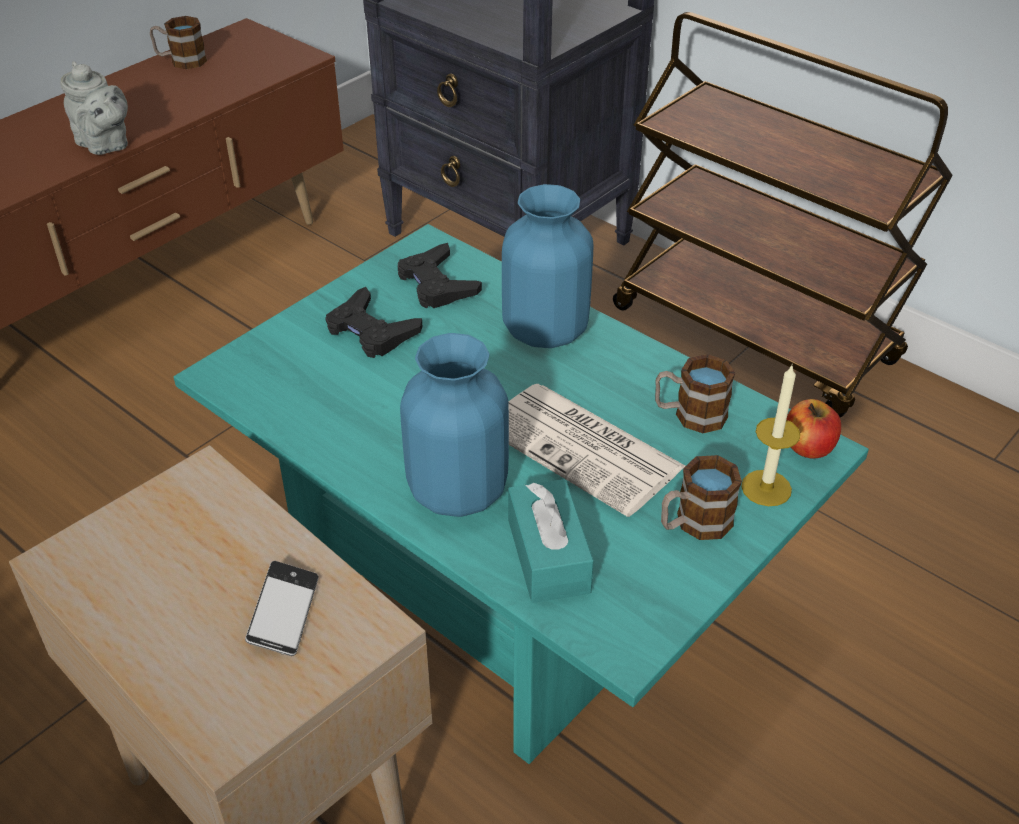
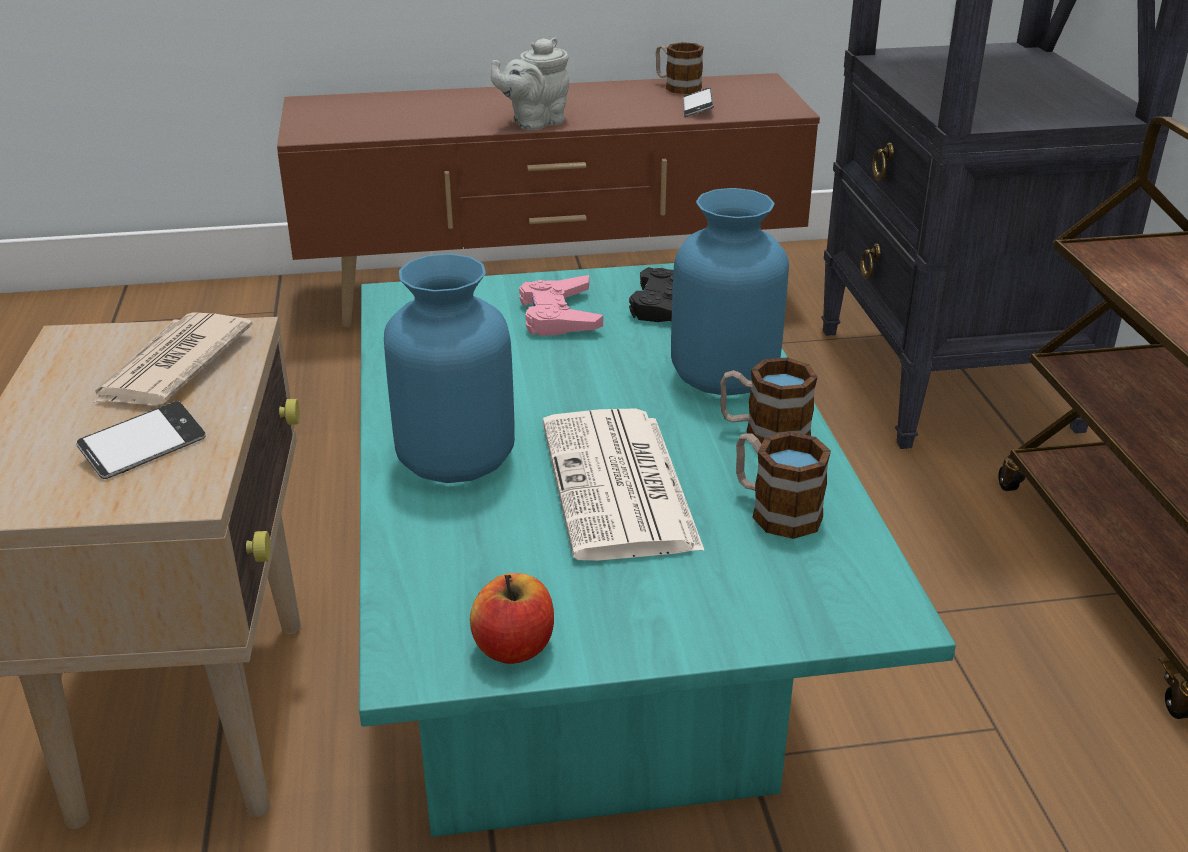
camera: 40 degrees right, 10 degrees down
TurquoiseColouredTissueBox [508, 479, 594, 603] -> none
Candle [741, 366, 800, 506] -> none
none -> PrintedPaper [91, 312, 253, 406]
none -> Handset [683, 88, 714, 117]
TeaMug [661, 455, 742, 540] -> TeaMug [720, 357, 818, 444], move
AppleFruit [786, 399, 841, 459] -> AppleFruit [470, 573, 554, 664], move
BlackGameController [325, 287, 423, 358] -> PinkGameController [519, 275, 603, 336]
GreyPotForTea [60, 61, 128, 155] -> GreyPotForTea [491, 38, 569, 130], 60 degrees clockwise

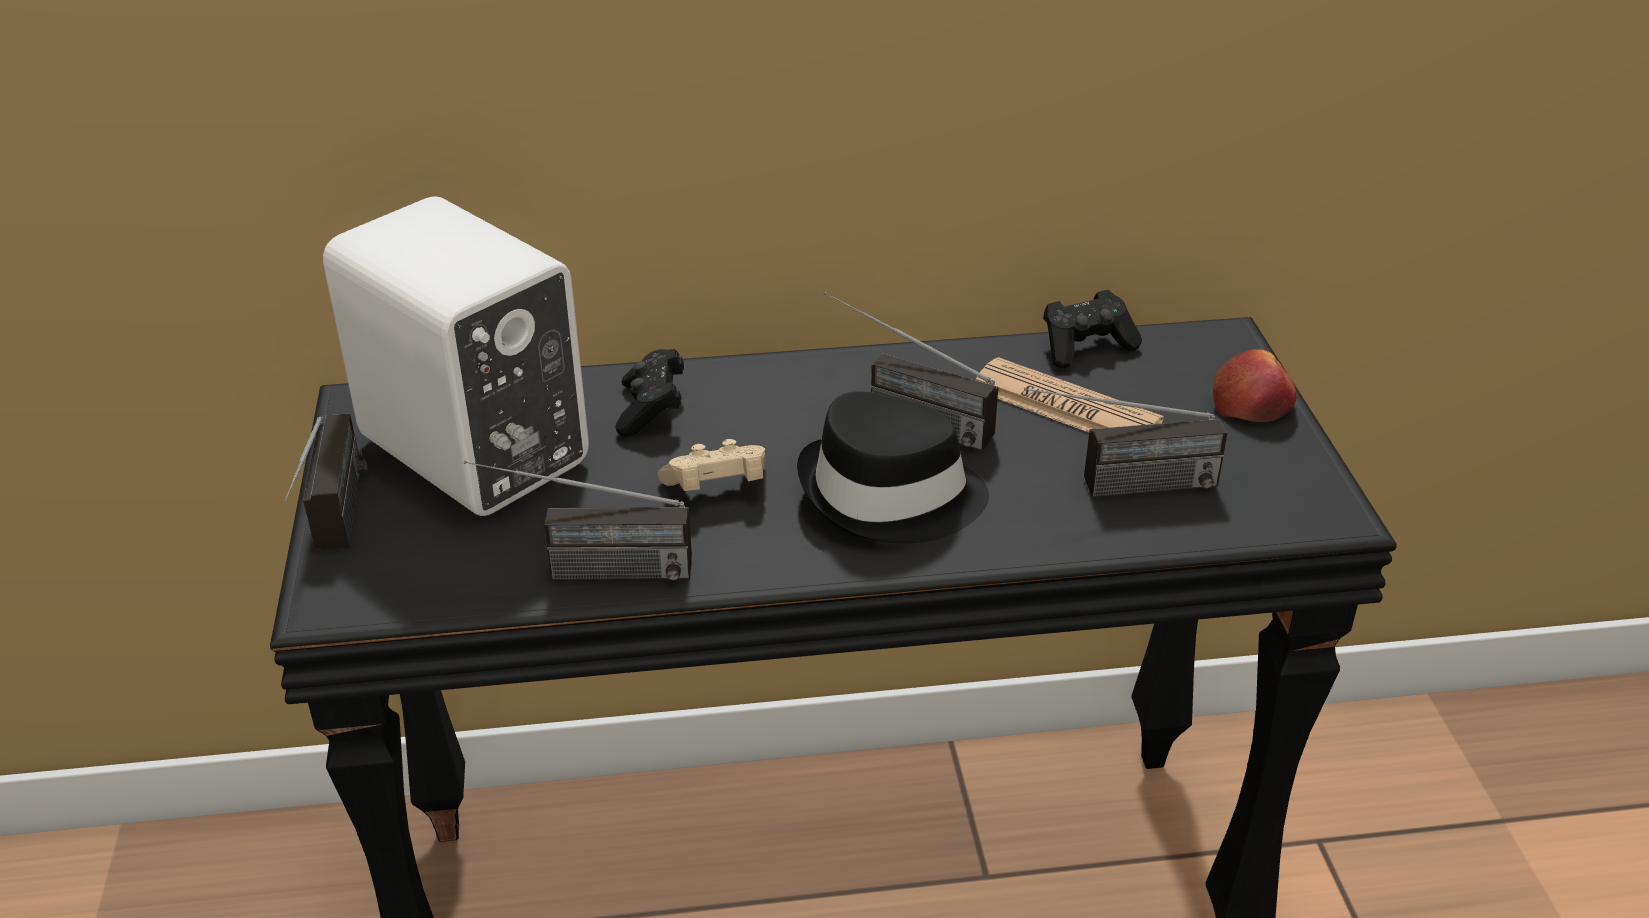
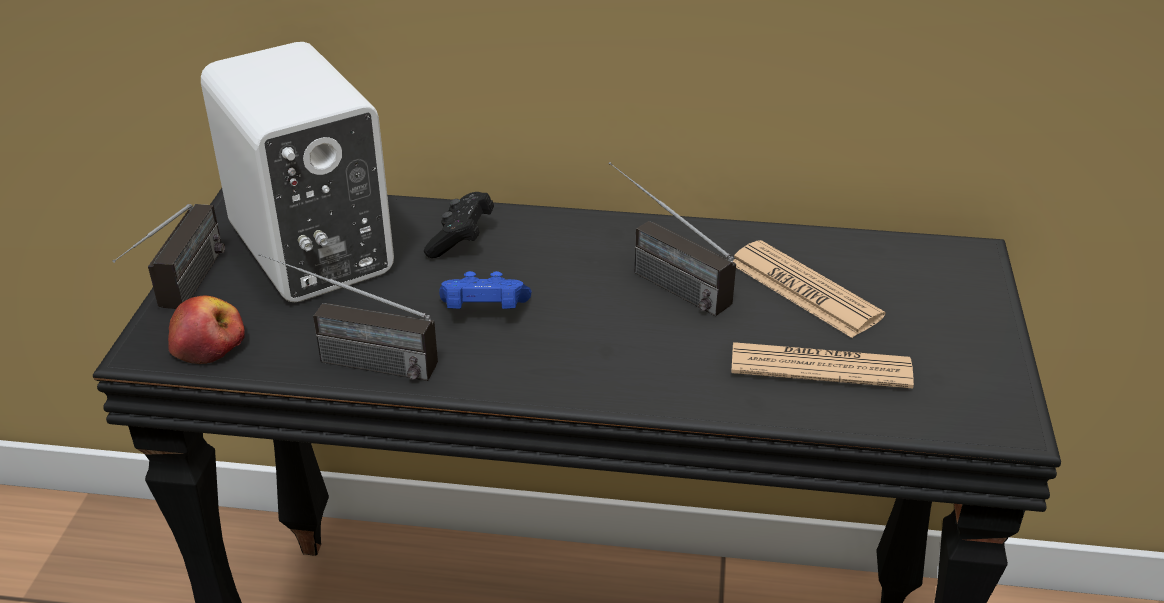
camera: 15 degrees right, 0 degrees up
BlackHat [797, 391, 989, 544] -> none
BlackGameController [1043, 290, 1142, 368] -> none
AppleFruit [1213, 349, 1297, 422] -> AppleFruit [168, 295, 245, 364], move
RadioReceiver [1024, 388, 1227, 497] -> PrintedPaper [731, 342, 914, 388]
BeigeColouredGameController [658, 439, 766, 491] -> BlueGameController [439, 271, 532, 309]

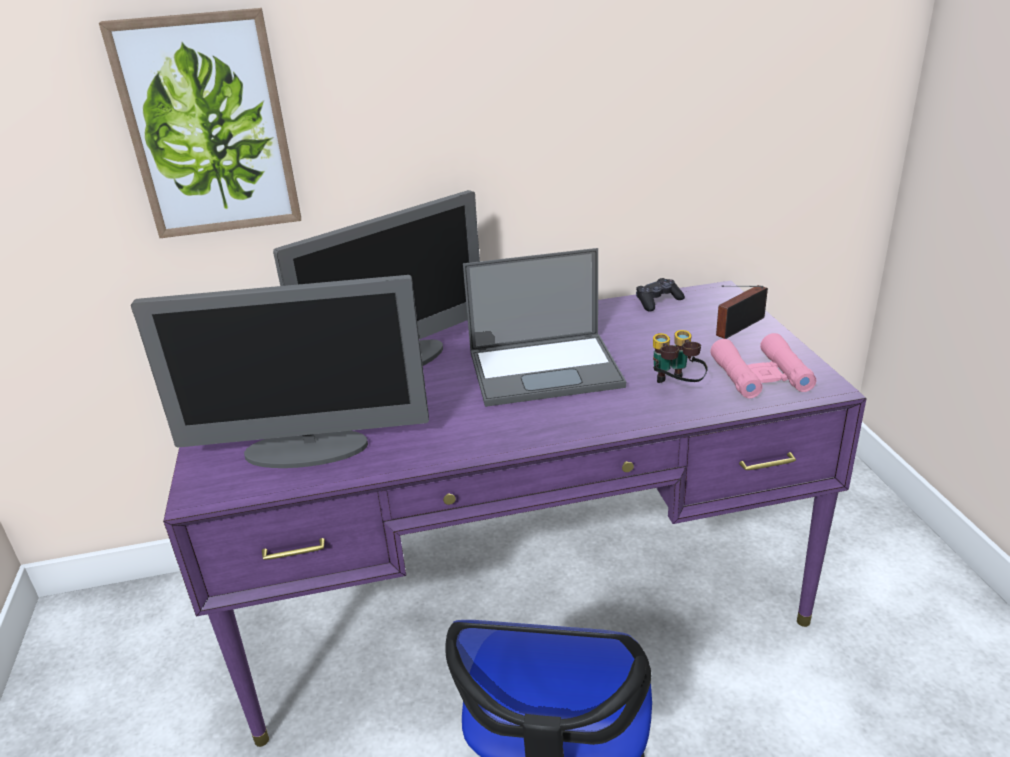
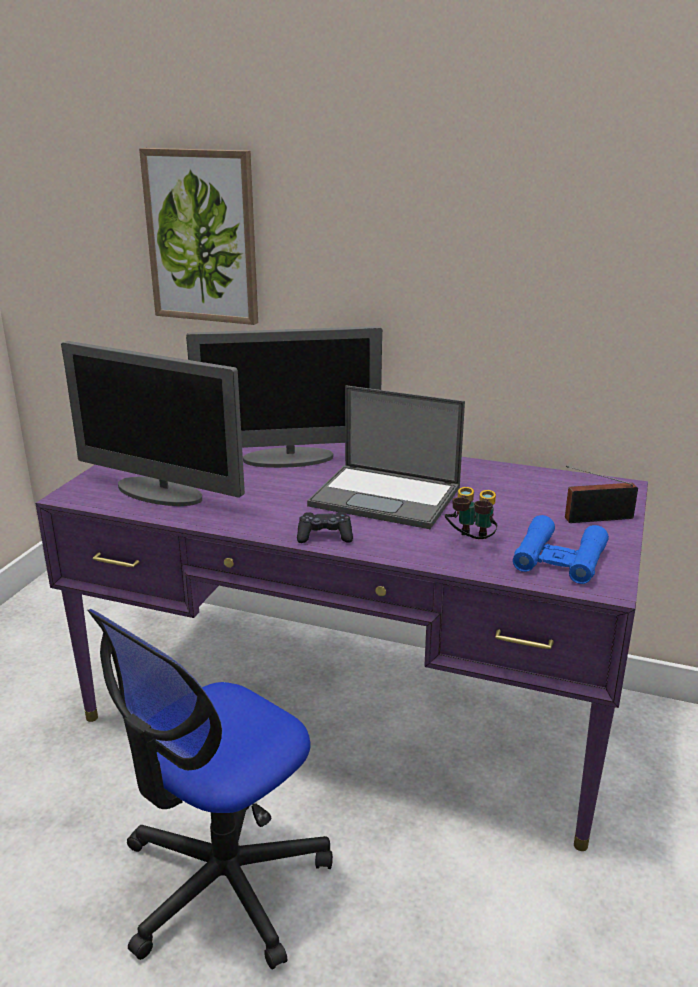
camera: 30 degrees right, 5 degrees down
BlackGameController [636, 278, 685, 312] -> BlackGameController [297, 512, 353, 543], move
PinkFieldGlasses [710, 333, 816, 398] -> BlueFieldGlasses [513, 515, 609, 584]

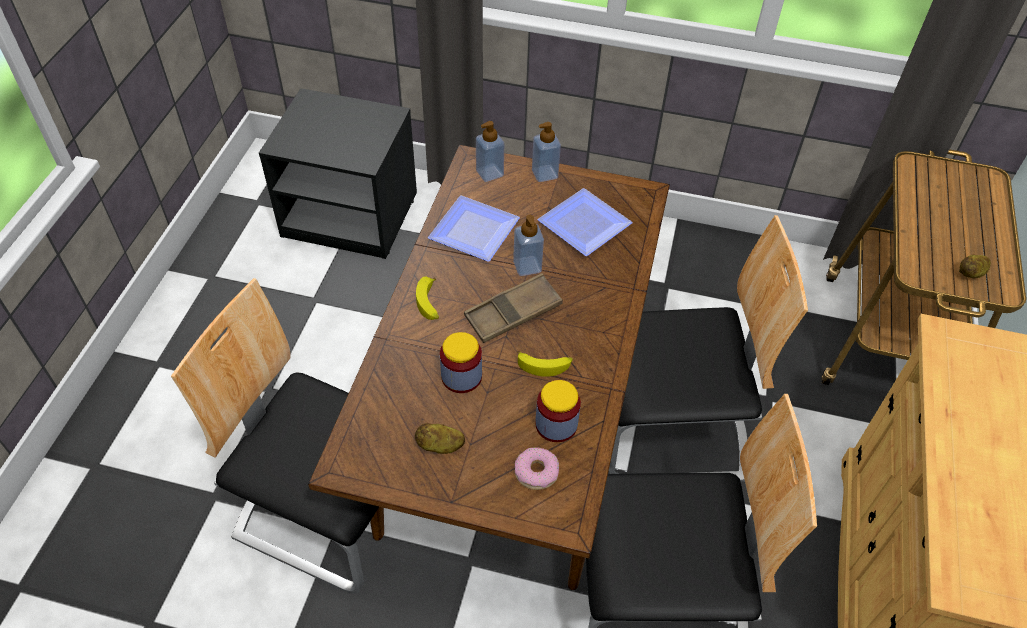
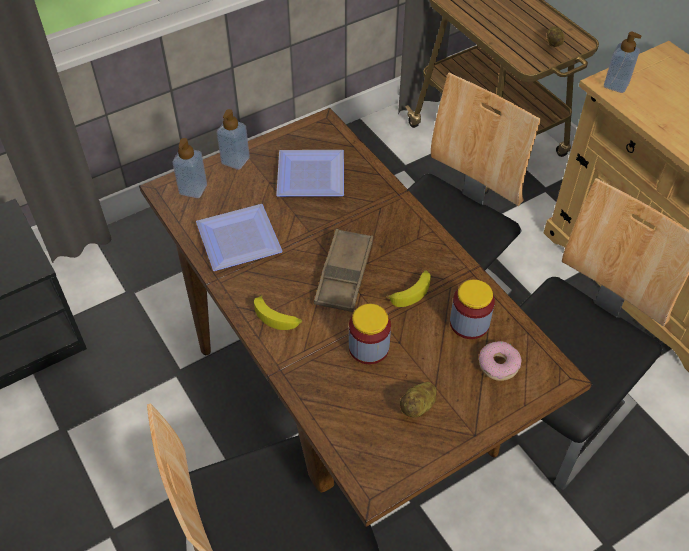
camera: 45 degrees left, 0 degrees up
LiquidSoapBottle [513, 215, 544, 276] -> LiquidSoapBottle [604, 32, 642, 93], move

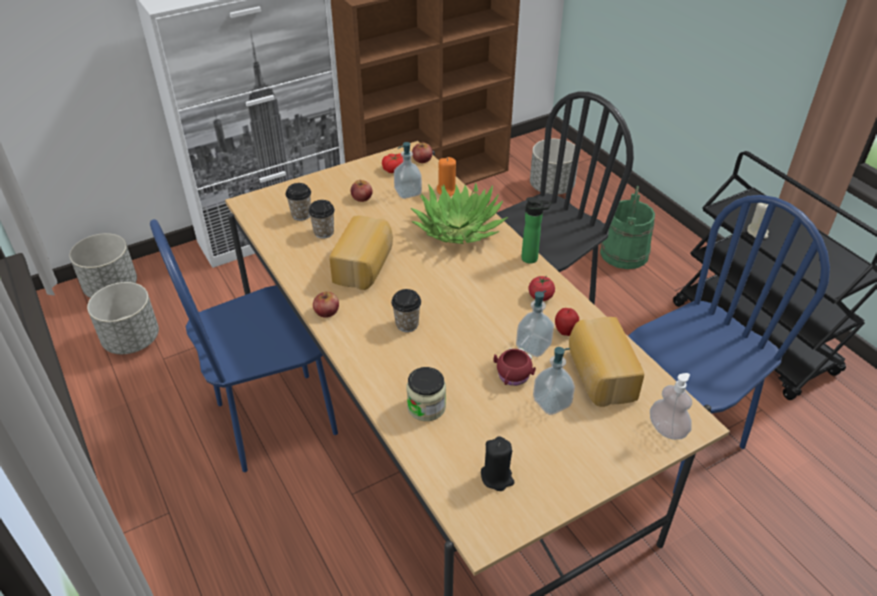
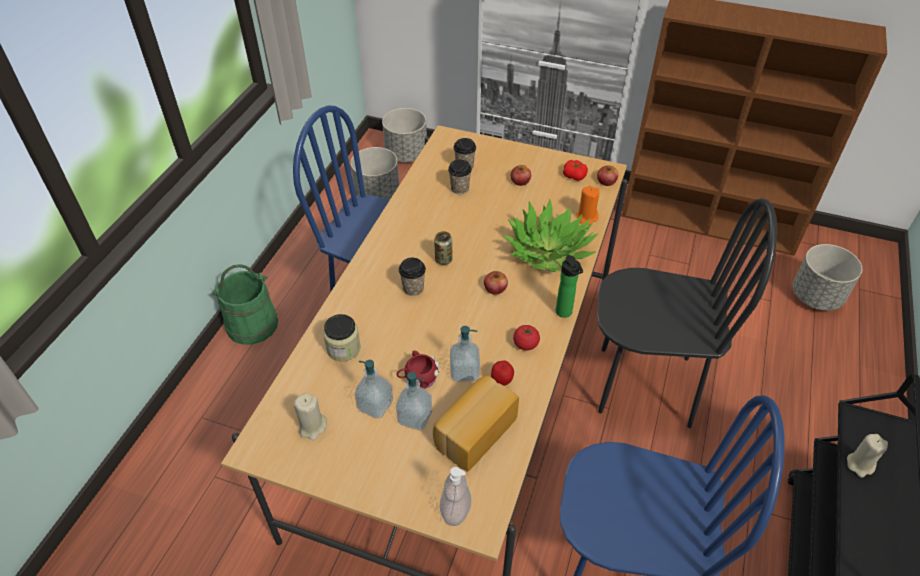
camera: 50 degrees right, 5 degrees up
Bread [329, 215, 393, 290] -> none
none -> SealedCan [434, 231, 453, 265]
AppleFruit [313, 292, 339, 318] -> AppleFruit [484, 271, 508, 295], move
LiquidSoapBottle [394, 142, 422, 199] -> LiquidSoapBottle [355, 360, 393, 418], move
GreenColouredBucket [600, 186, 655, 269] -> GreenColouredBucket [211, 264, 278, 345], move
BlackCandle [481, 436, 514, 491] -> BeigeColouredCandle [294, 393, 327, 440]

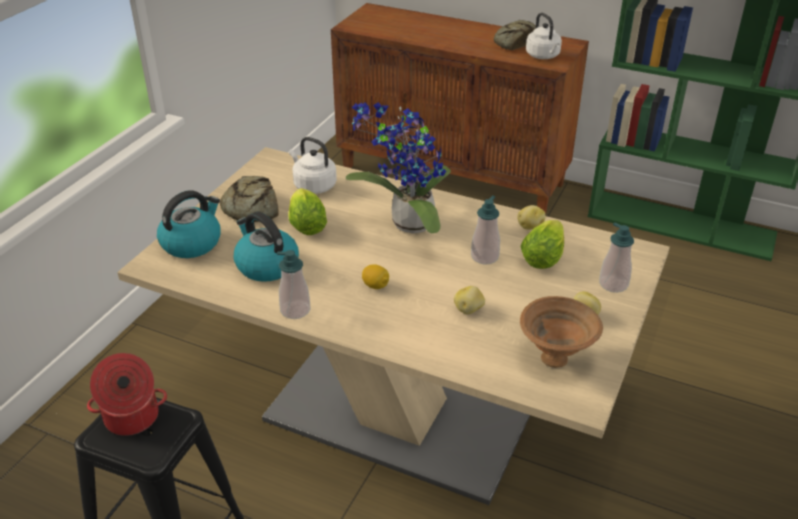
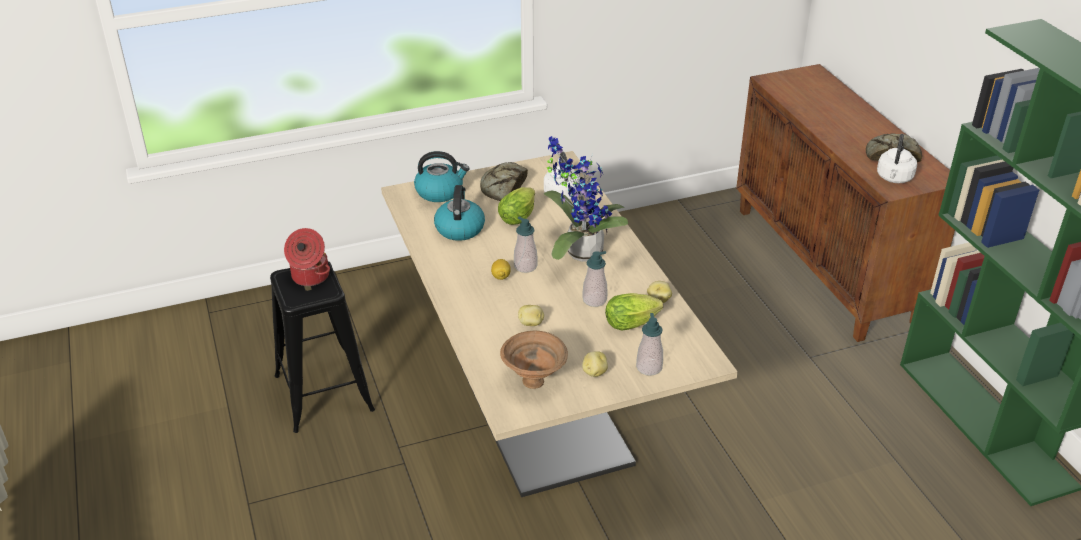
camera: 45 degrees right, 0 degrees up
LiquidSoapBottle [277, 250, 311, 319] -> LiquidSoapBottle [514, 216, 538, 273], move

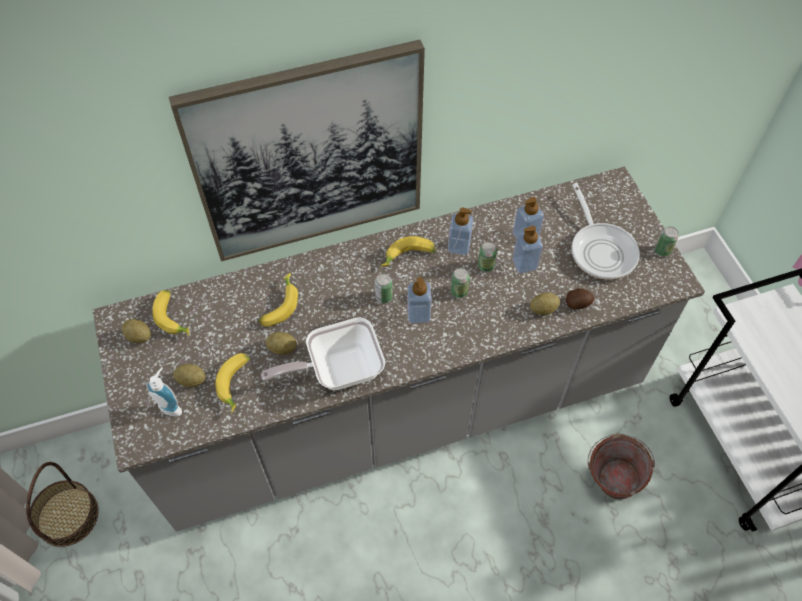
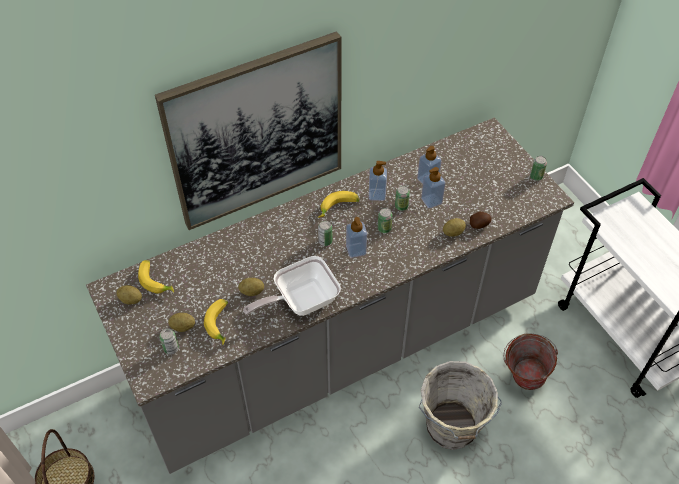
camera: 10 degrees left, 5 degrees down
BananaFruit [258, 273, 298, 327] -> none
Skillet [571, 183, 640, 280] -> none
none -> GreyBucket [419, 361, 502, 450]
LiquidSoapBottle [146, 367, 182, 416] -> SealedCan [159, 328, 179, 355]

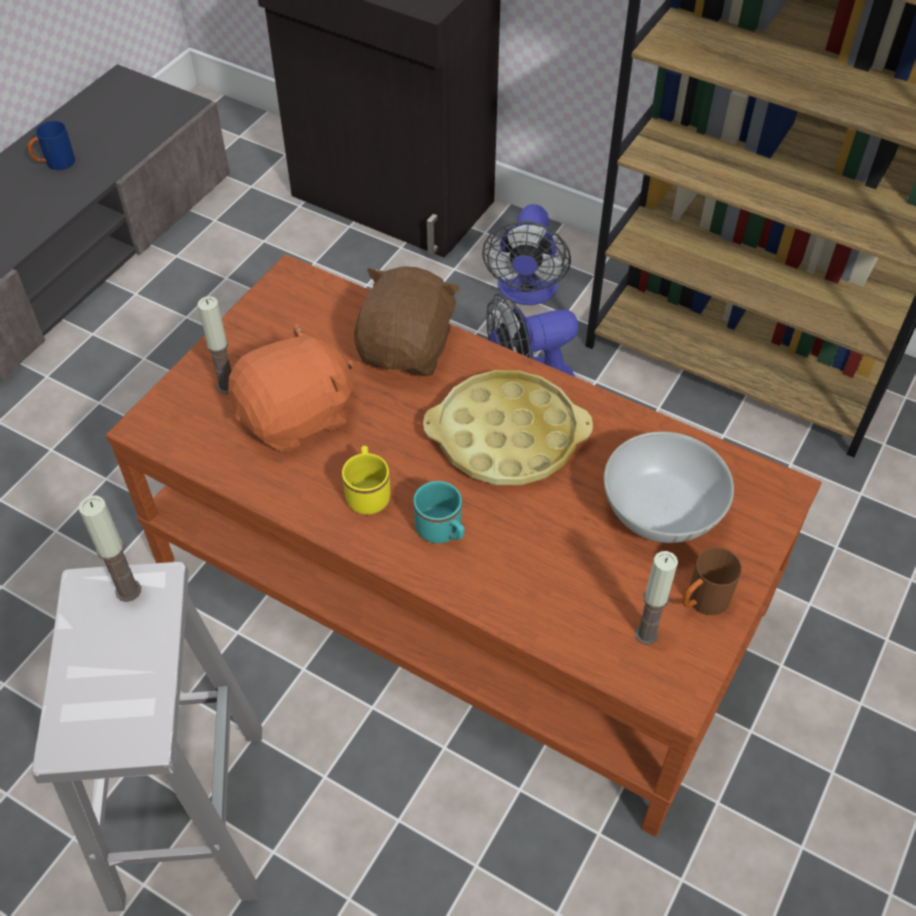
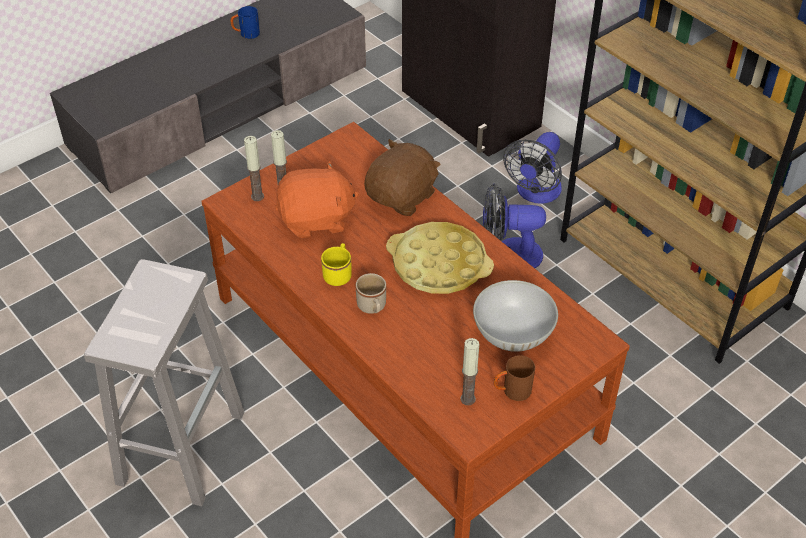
camera: 20 degrees right, 5 degrees down
Candle [79, 495, 141, 602] -> Candle [244, 136, 264, 201], move
TurquoiseColouredTeaMug [413, 481, 464, 543] -> BeigeColouredTeaMug [356, 273, 386, 314]

